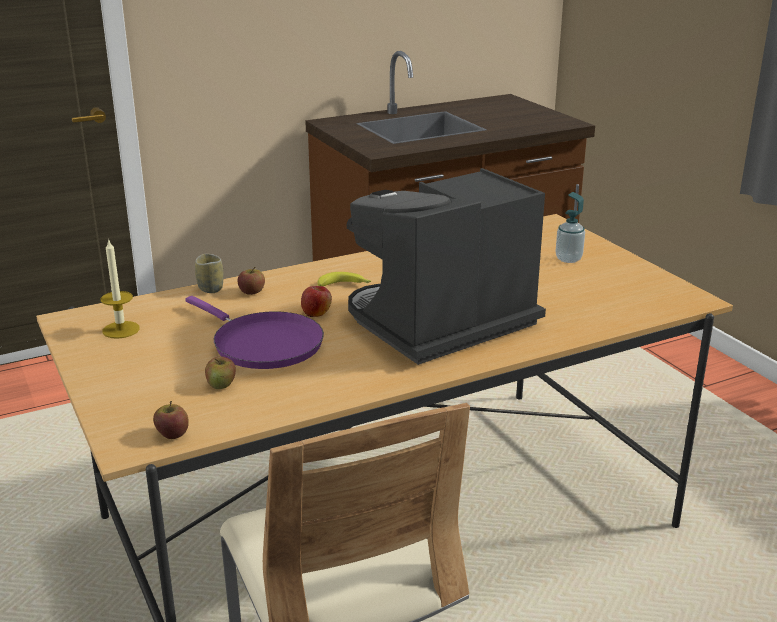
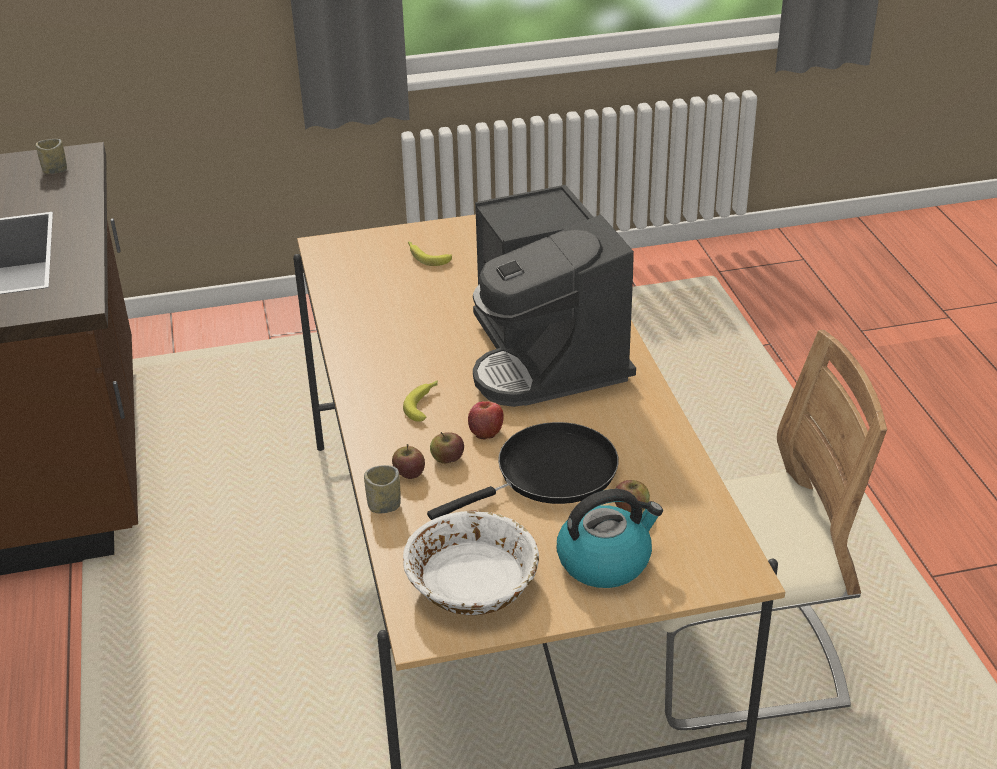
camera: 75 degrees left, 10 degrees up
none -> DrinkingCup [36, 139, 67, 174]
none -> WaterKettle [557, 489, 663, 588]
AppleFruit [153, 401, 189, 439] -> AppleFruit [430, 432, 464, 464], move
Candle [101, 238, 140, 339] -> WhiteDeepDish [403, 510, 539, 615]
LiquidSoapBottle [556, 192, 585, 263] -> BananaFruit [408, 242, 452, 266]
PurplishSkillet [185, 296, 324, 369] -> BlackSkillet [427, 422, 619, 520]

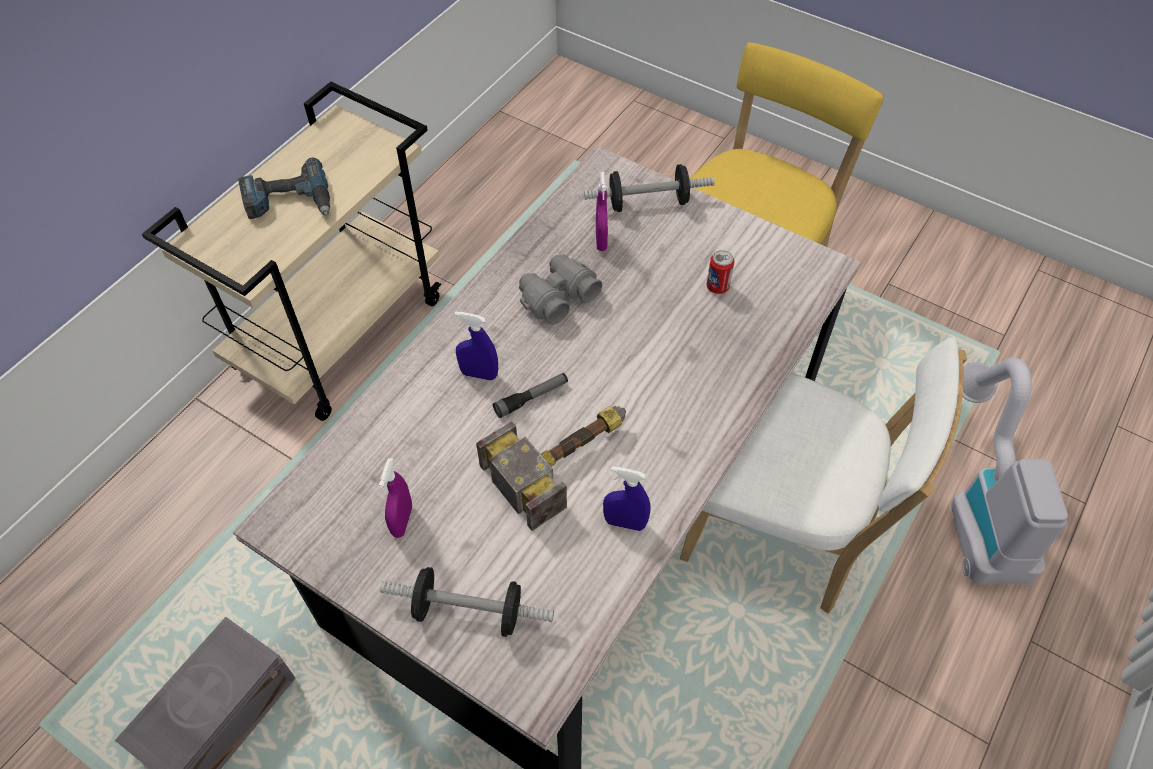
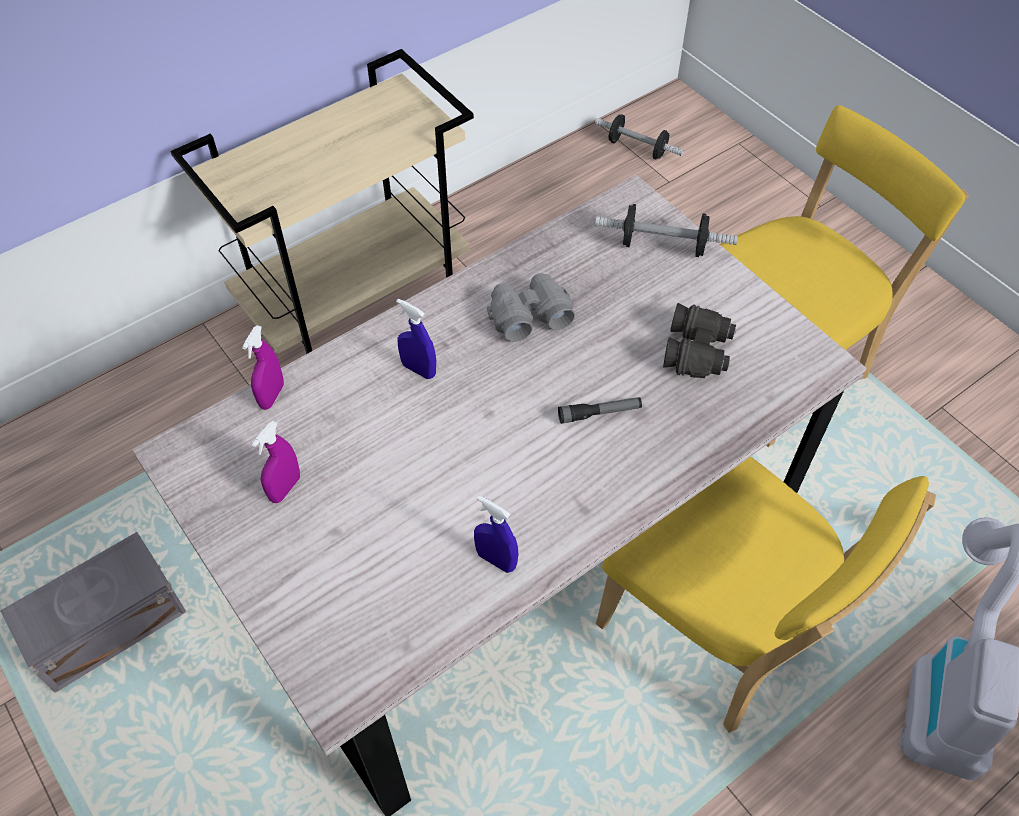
camera: 20 degrees right, 0 degrees up
ElectricDrill [238, 157, 330, 219] -> none
HandHammer [476, 406, 626, 531] -> none
FreeWeight [380, 567, 554, 637] -> FreeWeight [595, 114, 684, 159], move
Torch [493, 373, 568, 418] -> Torch [558, 397, 642, 424], move
PurplishSprayer [596, 172, 608, 251] -> PurplishSprayer [242, 325, 284, 410], move
SealedCan [706, 250, 734, 294] -> BlackFieldGlasses [663, 303, 736, 378]
WhitePlainChair [680, 337, 967, 613] -> YellowPlainChair [596, 457, 936, 733]

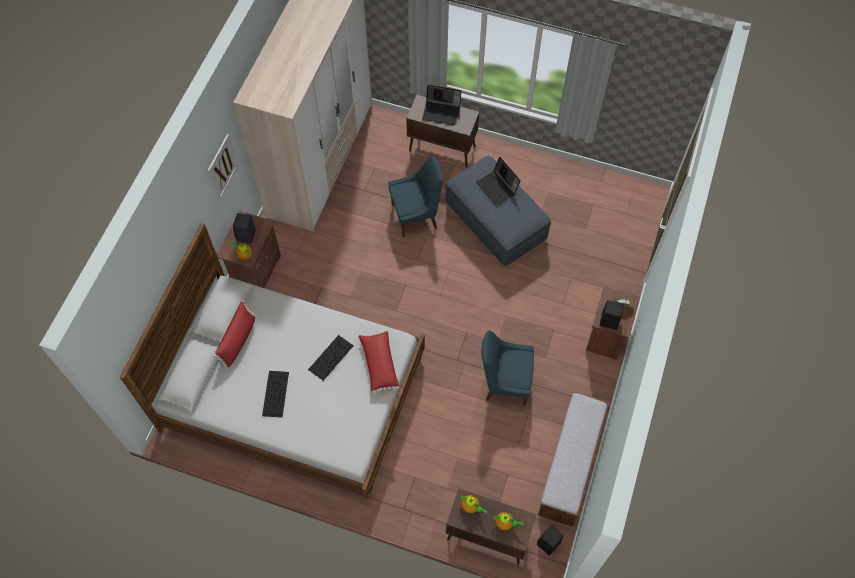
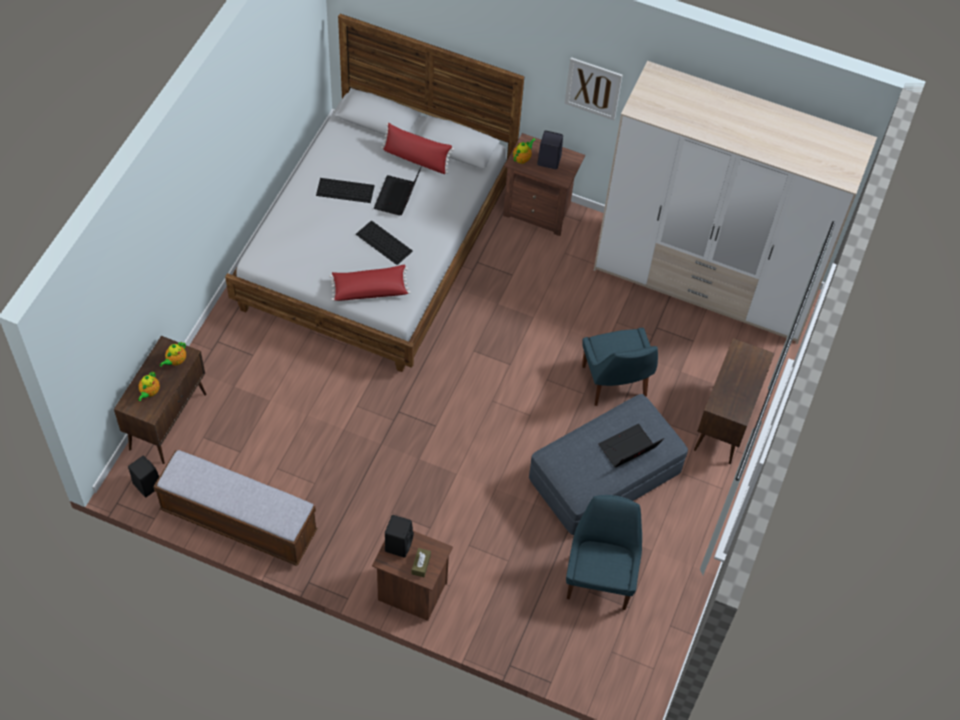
camera: 90 degrees right, 5 degrees down
Laptop [422, 85, 462, 125] -> Laptop [374, 166, 422, 215], move
BluePlainChair [481, 330, 534, 406] -> BluePlainChair [566, 495, 642, 610], move

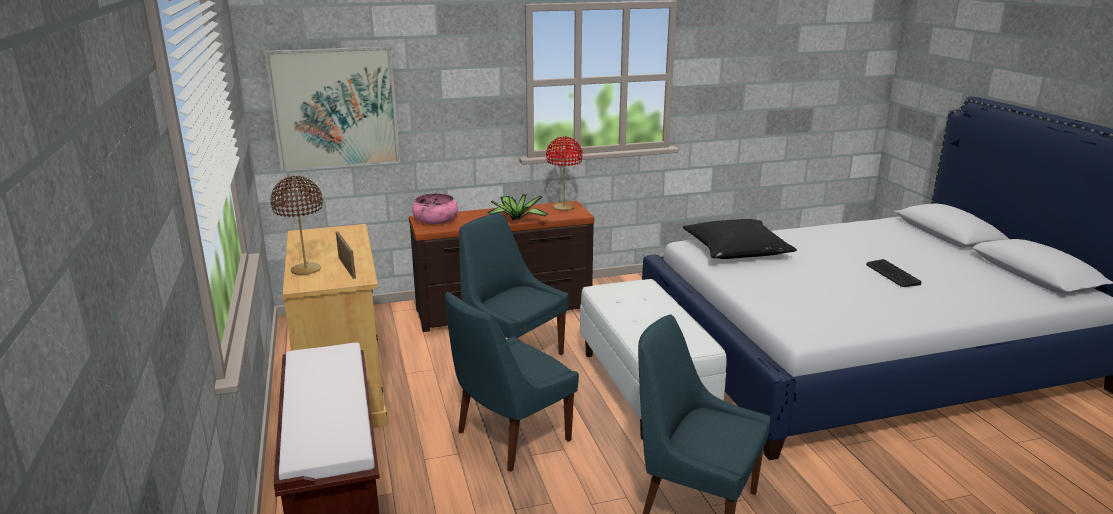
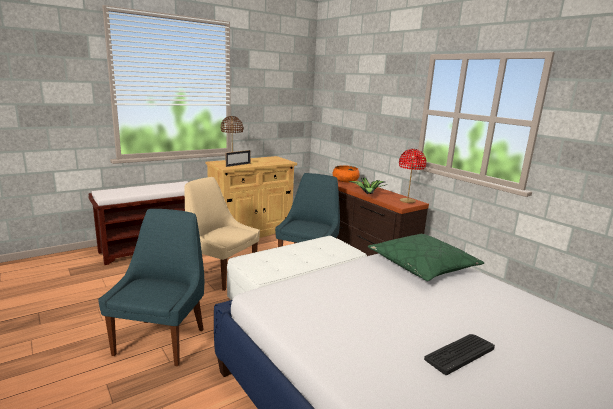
camera: 70 degrees right, 5 degrees down
WallArt [265, 46, 400, 172] -> none
PinkDeepDish [412, 193, 458, 224] -> OrangeColouredDeepDish [333, 165, 360, 183]
BluePlainChair [445, 292, 579, 472] -> BeigeColouredPlainChair [185, 177, 260, 291]
BlackPillow [683, 219, 797, 259] -> GreenColouredPillow [368, 234, 484, 281]

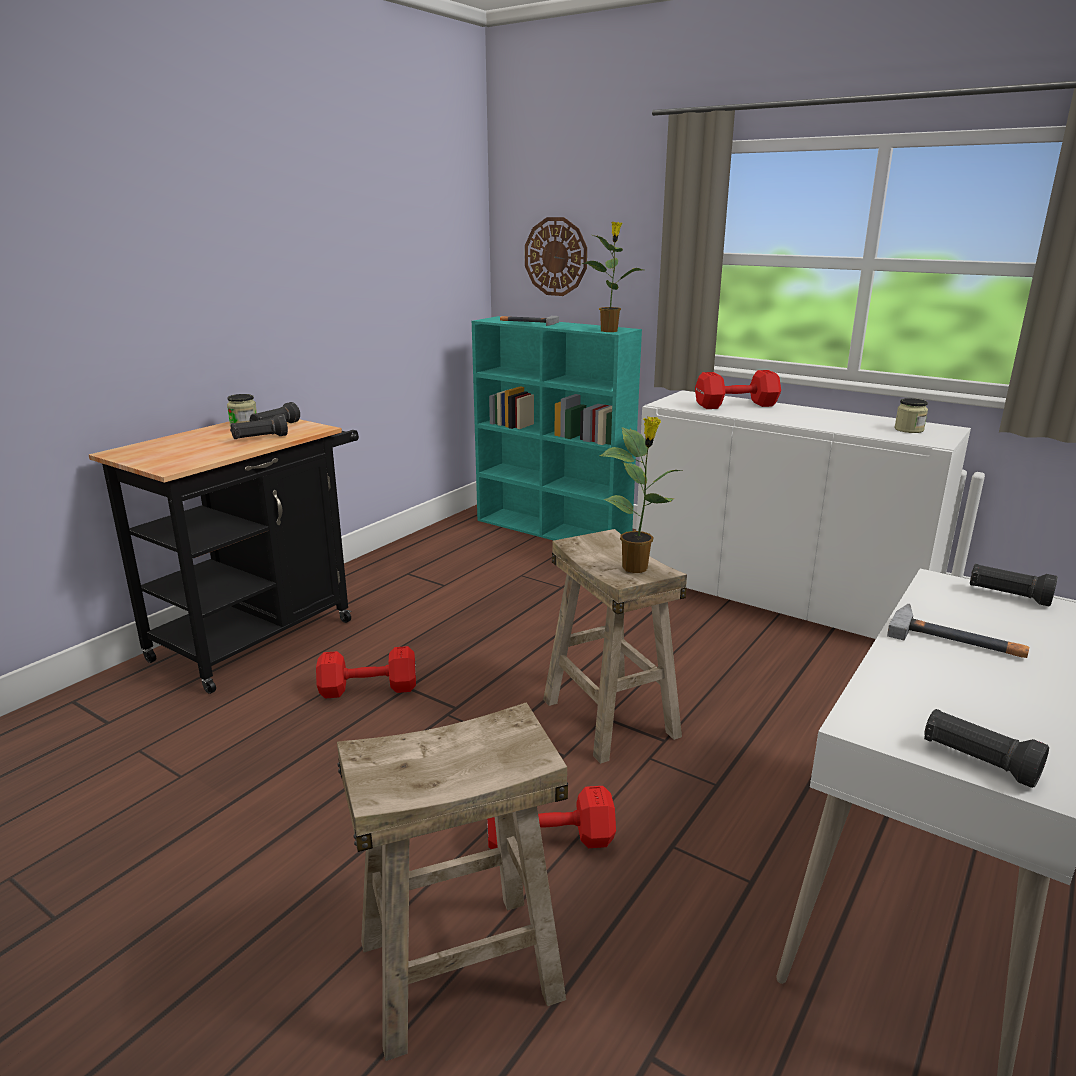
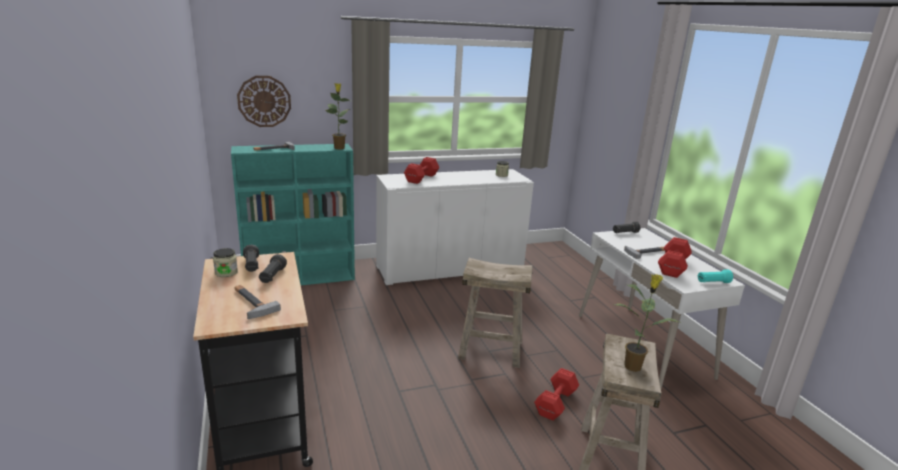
camera: 55 degrees left, 0 degrees up
none -> HandHammer [235, 285, 281, 319]
ReddishFreeWeight [316, 646, 416, 699] -> ReddishFreeWeight [658, 237, 692, 278], move
Houseplant [600, 417, 683, 573] -> Houseplant [616, 274, 679, 372], move
BlackTorch [924, 709, 1049, 788] -> TurquoiseColouredTorch [697, 269, 733, 283]

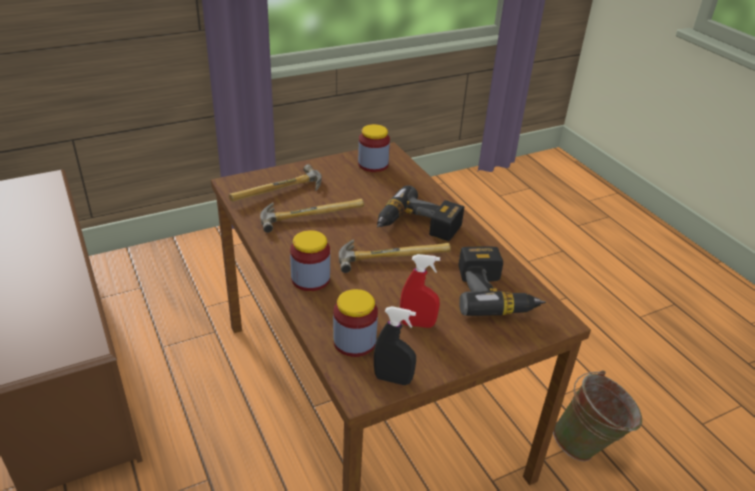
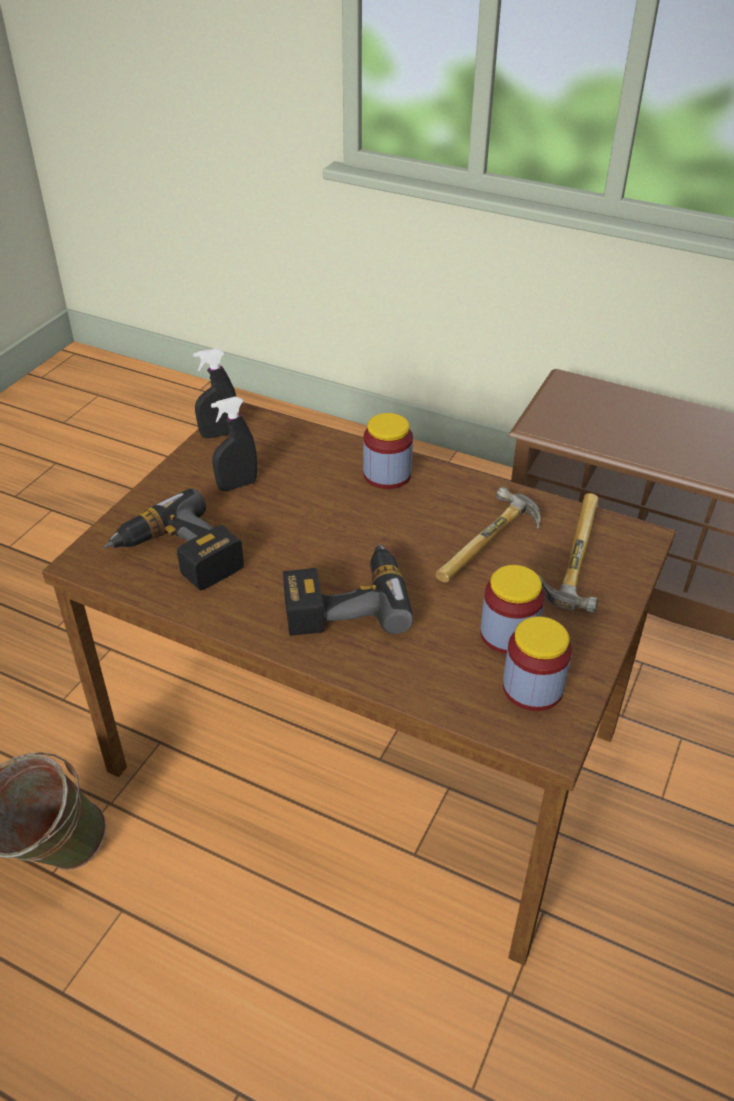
camera: 145 degrees right, 5 degrees up
HandHammer [339, 239, 451, 273] -> none
Jar [333, 289, 378, 357] -> Jar [480, 565, 545, 654], move
ReddishSprayer [400, 254, 440, 328] -> BlackSprayer [211, 397, 257, 491]

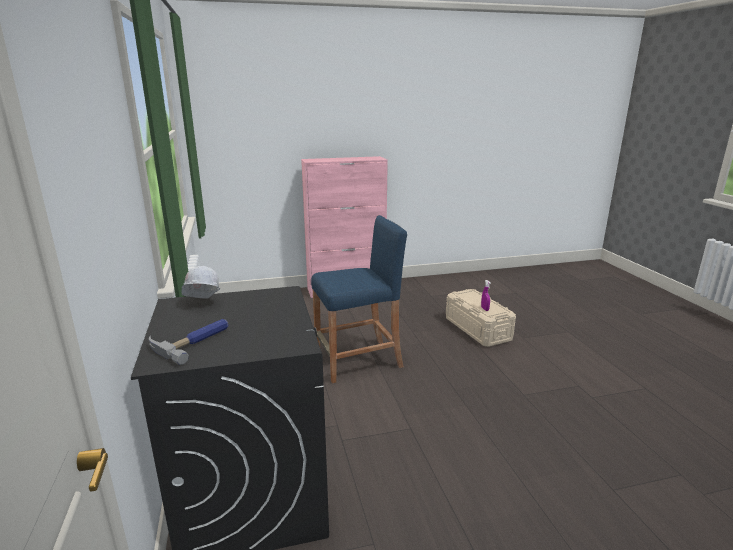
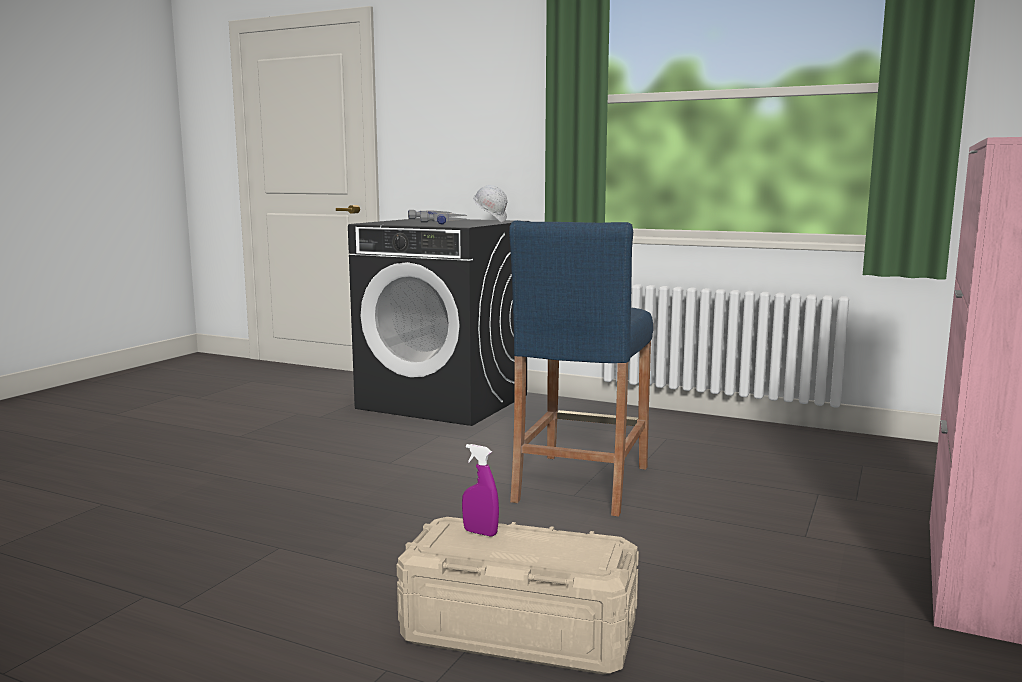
camera: 130 degrees right, 10 degrees down
none -> HandHammer [420, 212, 467, 224]

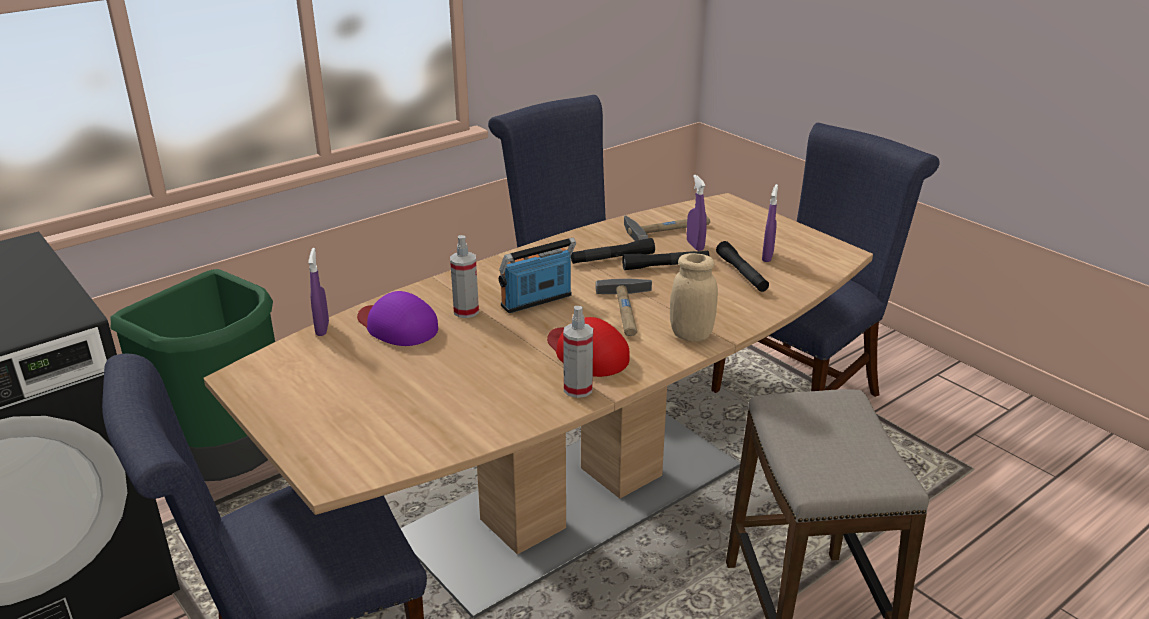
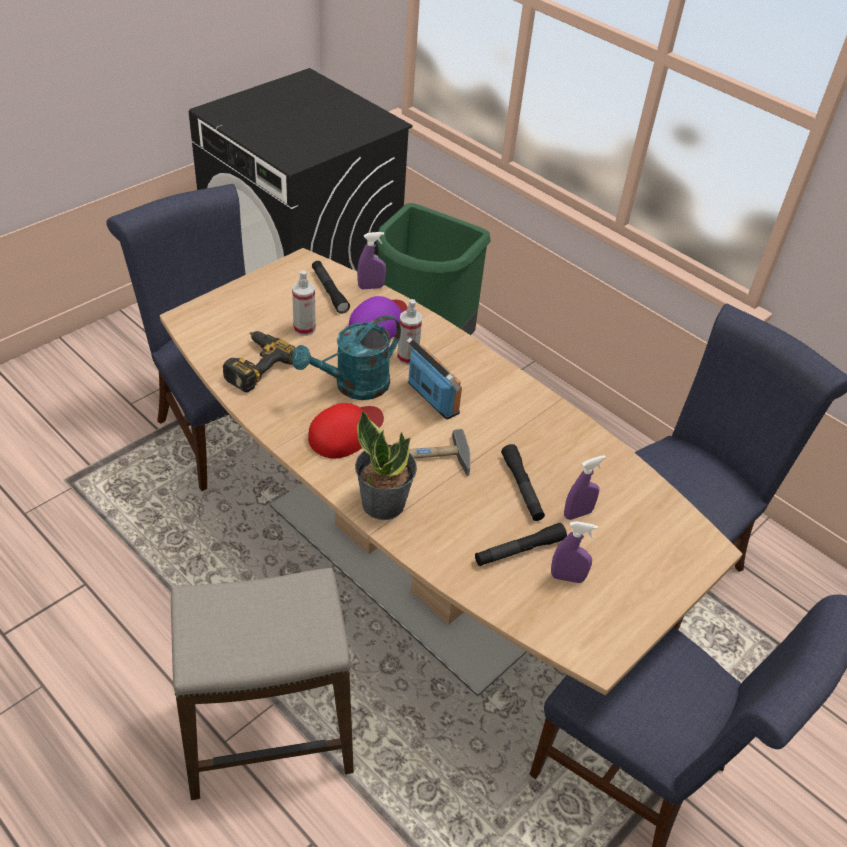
camera: 80 degrees right, 15 degrees up
HandHammer [624, 215, 710, 241] -> none
none -> ElectricDrill [223, 331, 296, 392]
none -> TurquoiseColouredWateringPot [291, 315, 401, 400]
Sprayer [563, 306, 593, 398] -> Sprayer [292, 270, 316, 336], move
BlackTorch [571, 238, 655, 264] -> BlackTorch [312, 261, 350, 314], move
BeigeColouredJar [670, 253, 718, 342] -> Houseplant [355, 410, 417, 520]

